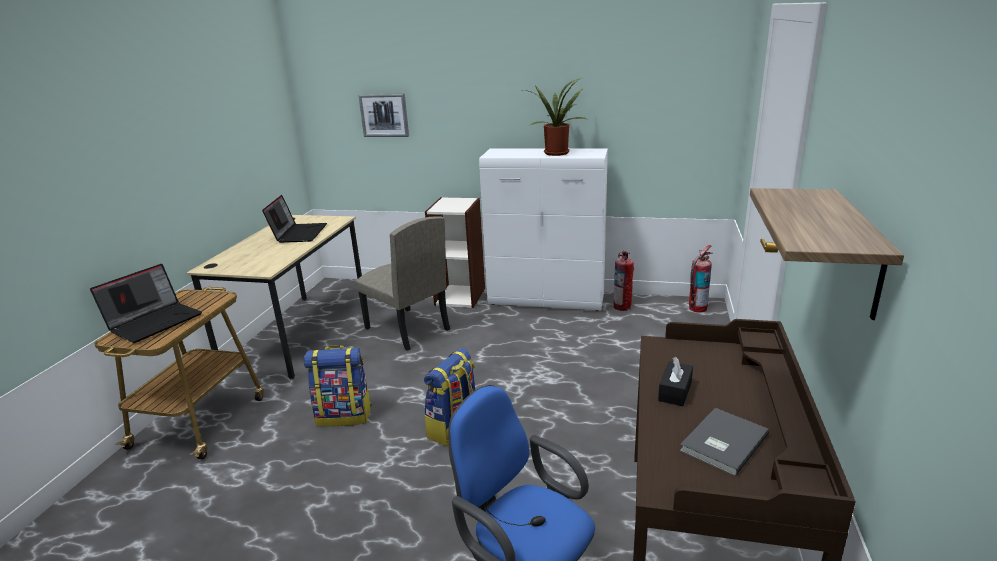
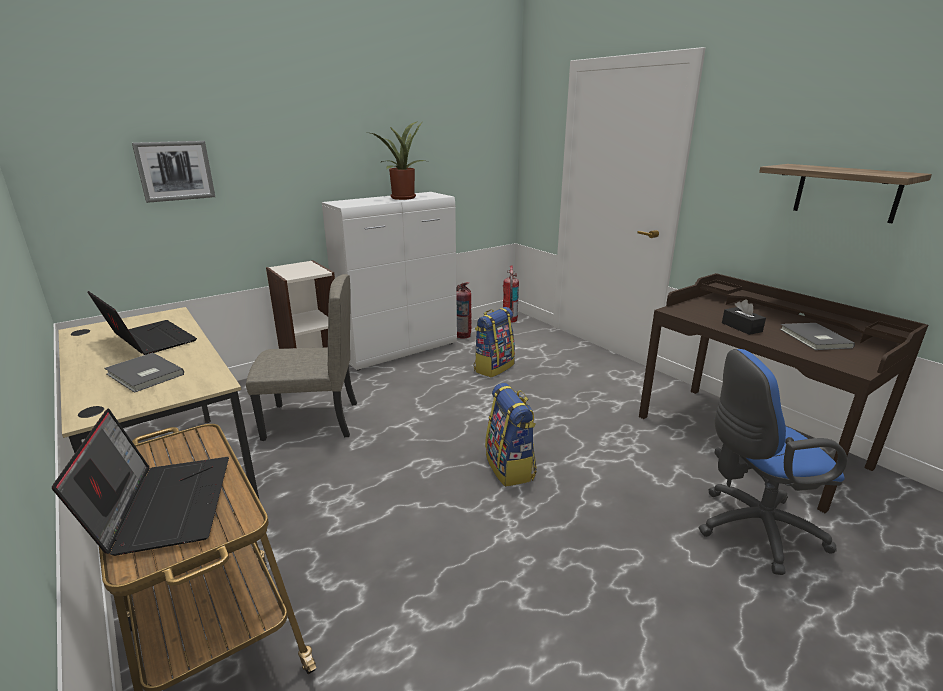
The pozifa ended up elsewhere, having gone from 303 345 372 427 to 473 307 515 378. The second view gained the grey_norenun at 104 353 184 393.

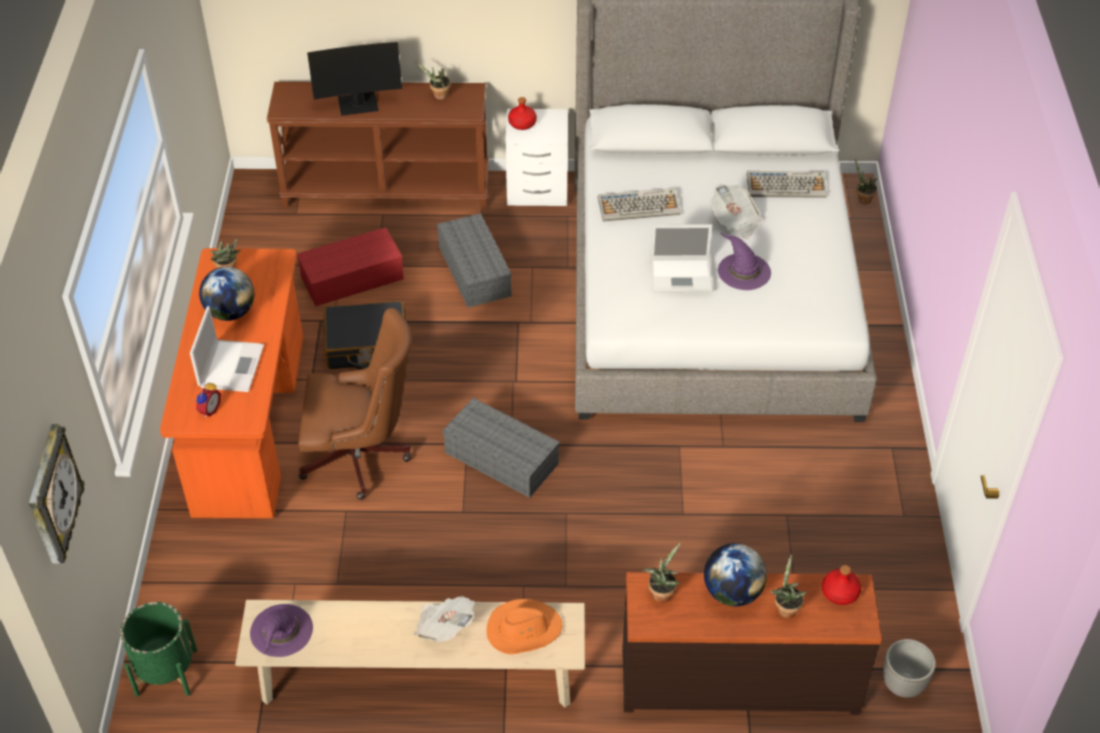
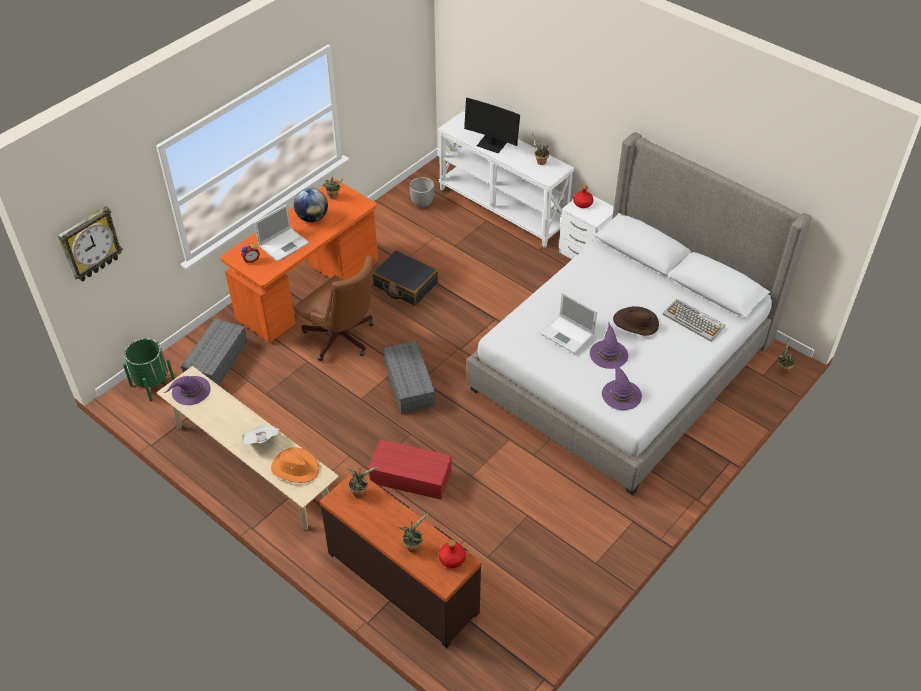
What was the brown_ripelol at 267 82 489 209 turned into the white_ripelol at 438 111 574 248. Where the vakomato stood at 710 184 762 239, the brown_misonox came to stand at 613 306 659 336. The second view lost the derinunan at 598 188 680 222. The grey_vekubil ended up elsewhere, having gone from 437 213 512 308 to 181 319 248 385. The red_vekubil ended up elsewhere, having gone from 297 227 404 306 to 368 439 452 500. The second view lost the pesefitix at 704 543 767 607. The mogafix ended up elsewhere, having gone from 883 639 936 698 to 409 177 434 208. The second view gained the purple_misonox at 602 362 642 410.

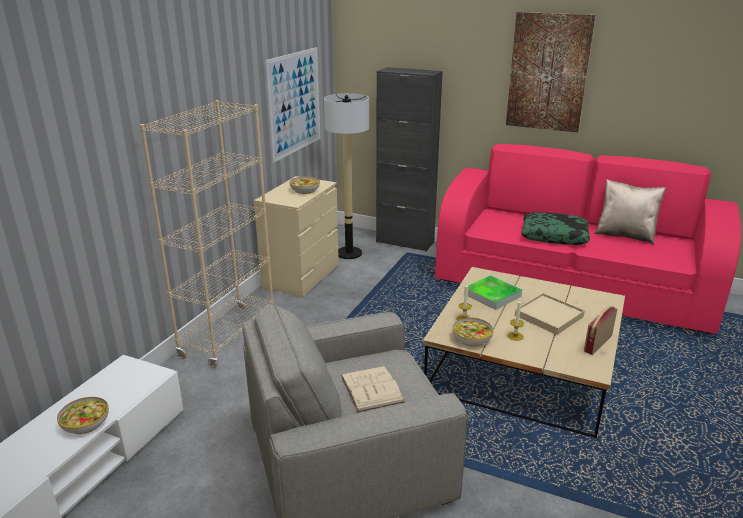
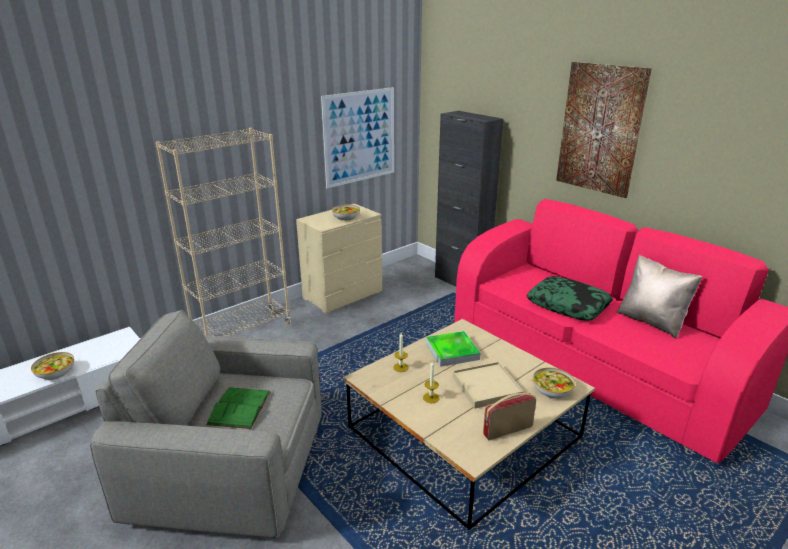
The second view lost the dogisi at 324 93 369 259. The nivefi ended up elsewhere, having gone from 453 318 493 346 to 533 368 575 399. What was the beige_norenun at 341 366 405 412 turned into the green_norenun at 206 388 271 429.

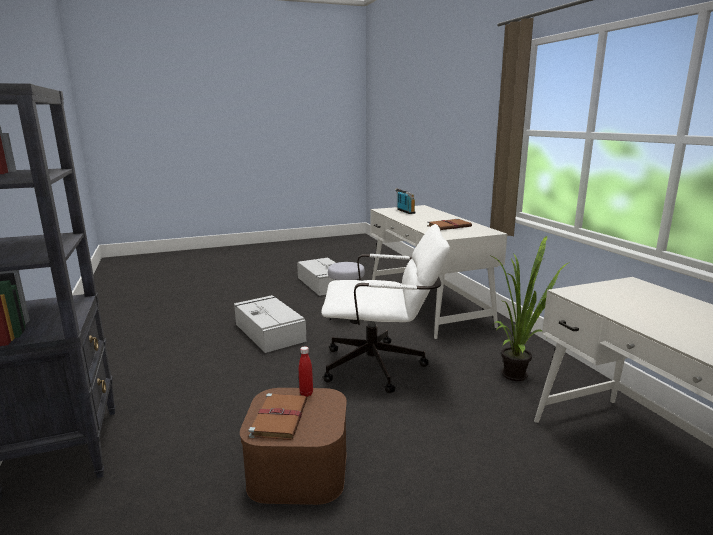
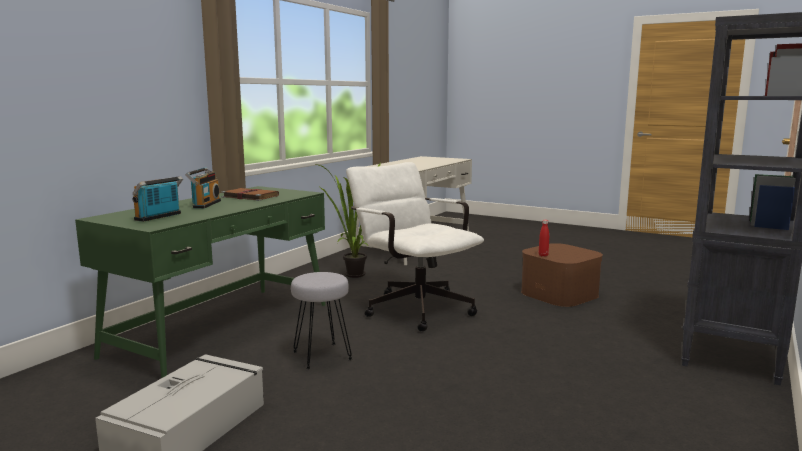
What was the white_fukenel at 371 205 507 339 turned into the green_fukenel at 75 186 326 378. The second view lost the grey_vekubil at 234 295 307 353. The second view lost the brown_norenun at 249 393 307 440. The second view gained the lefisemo at 185 167 221 208.

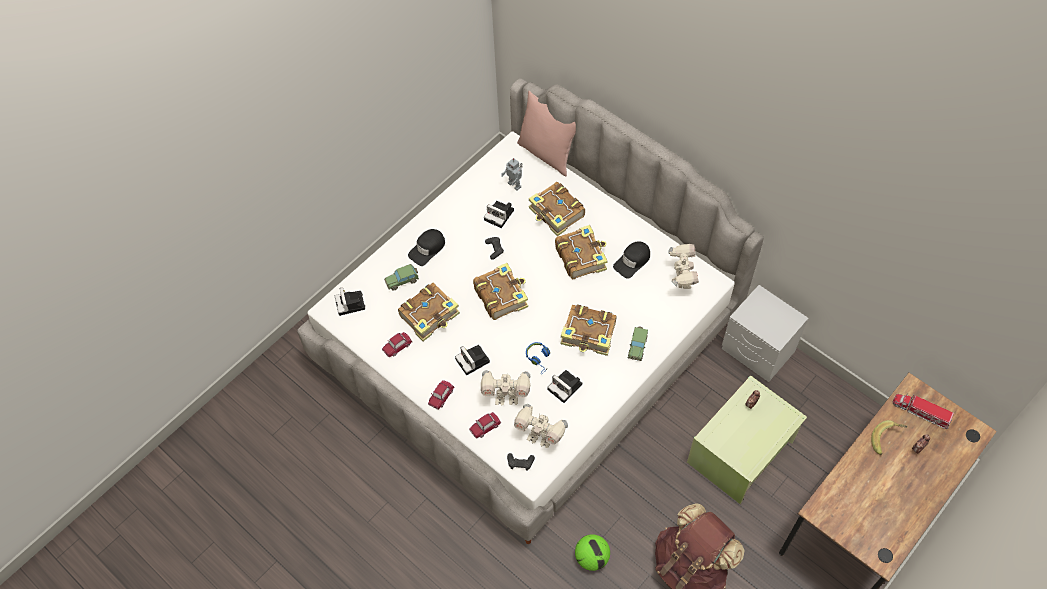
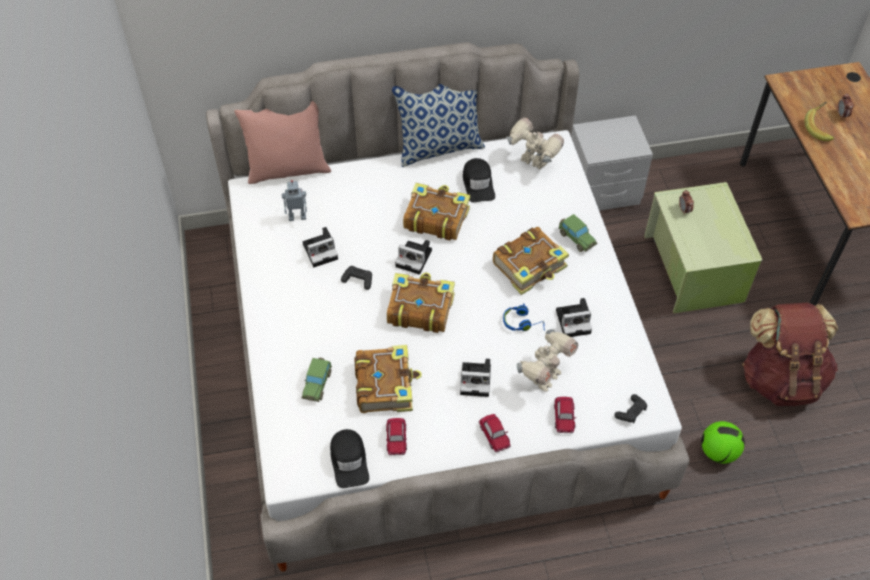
The second view lost the norenun at 529 182 585 236. The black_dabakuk ended up elsewhere, having gone from 408 229 445 266 to 330 429 369 488. The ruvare ended up elsewhere, having gone from 334 287 365 316 to 395 240 432 275. The second view lost the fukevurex at 893 393 954 429. The second view lost the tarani at 514 404 568 448. The second view gained the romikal at 392 84 485 167.

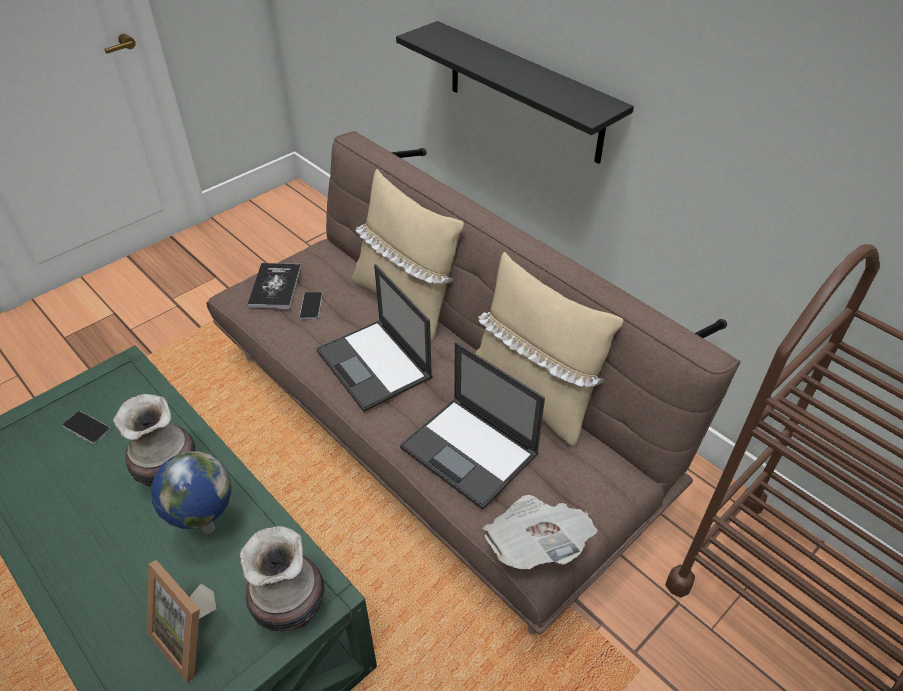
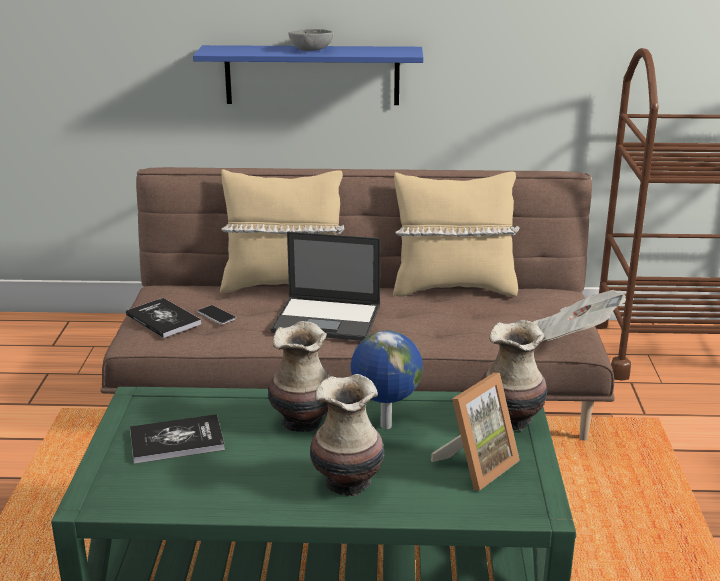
What was the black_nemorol at 396 21 634 164 turned into the blue_nemorol at 193 45 423 105. The second view lost the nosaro at 400 342 545 509. Where the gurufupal stood at 62 411 111 444, the norenun came to stand at 130 414 225 464. The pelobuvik at 147 560 216 683 ended up facing another way, 45 degrees counterclockwise from before. The second view gained the grey_nivefi at 288 29 333 51. The second view gained the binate at 310 374 384 496.

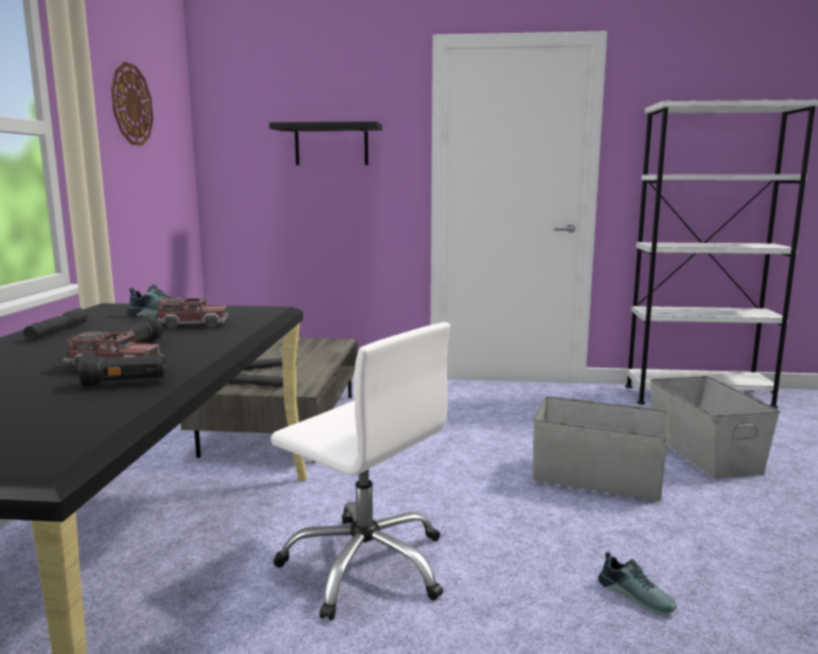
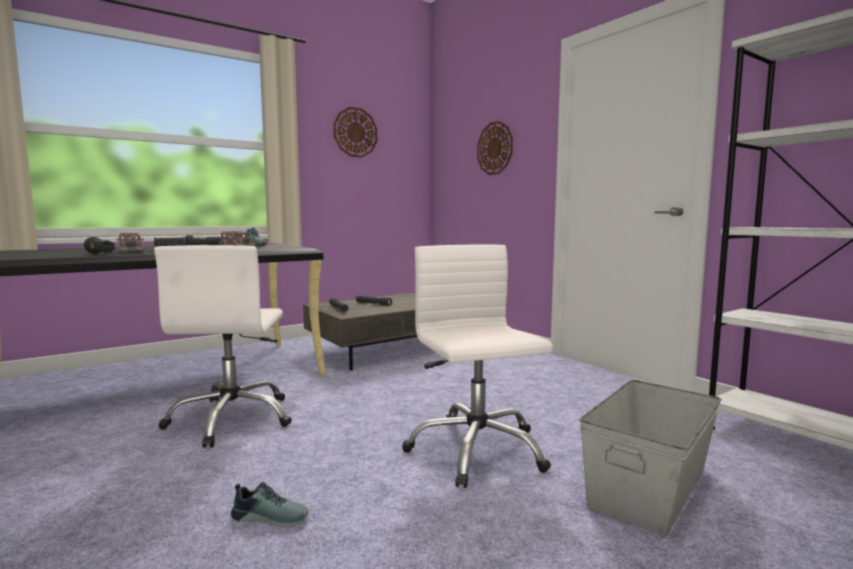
Where the black_nemorol hung at 269 121 382 165, the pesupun came to hang at 477 121 513 175. Where the grey_vekubil stood at 532 396 669 501, the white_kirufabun came to stand at 402 244 553 488. The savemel at 598 552 677 615 ended up facing another way, 90 degrees counterclockwise from before.

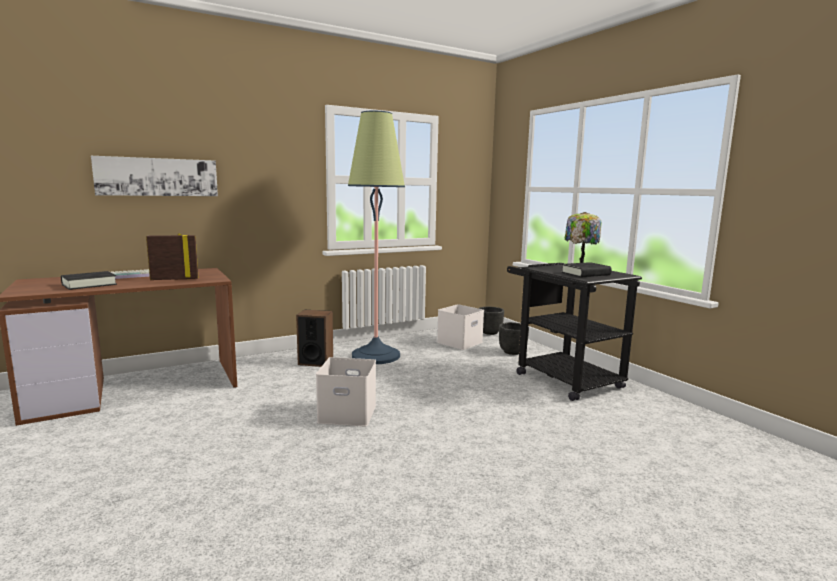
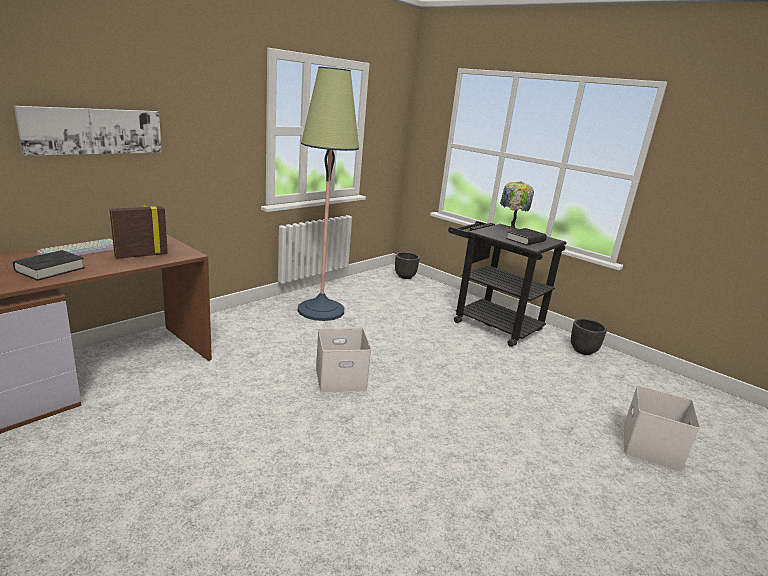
The white_vekubil ended up elsewhere, having gone from 437 304 484 350 to 623 385 700 473. The second view lost the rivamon at 296 310 333 367. The black_mogafix ended up elsewhere, having gone from 499 322 529 355 to 571 319 607 355.

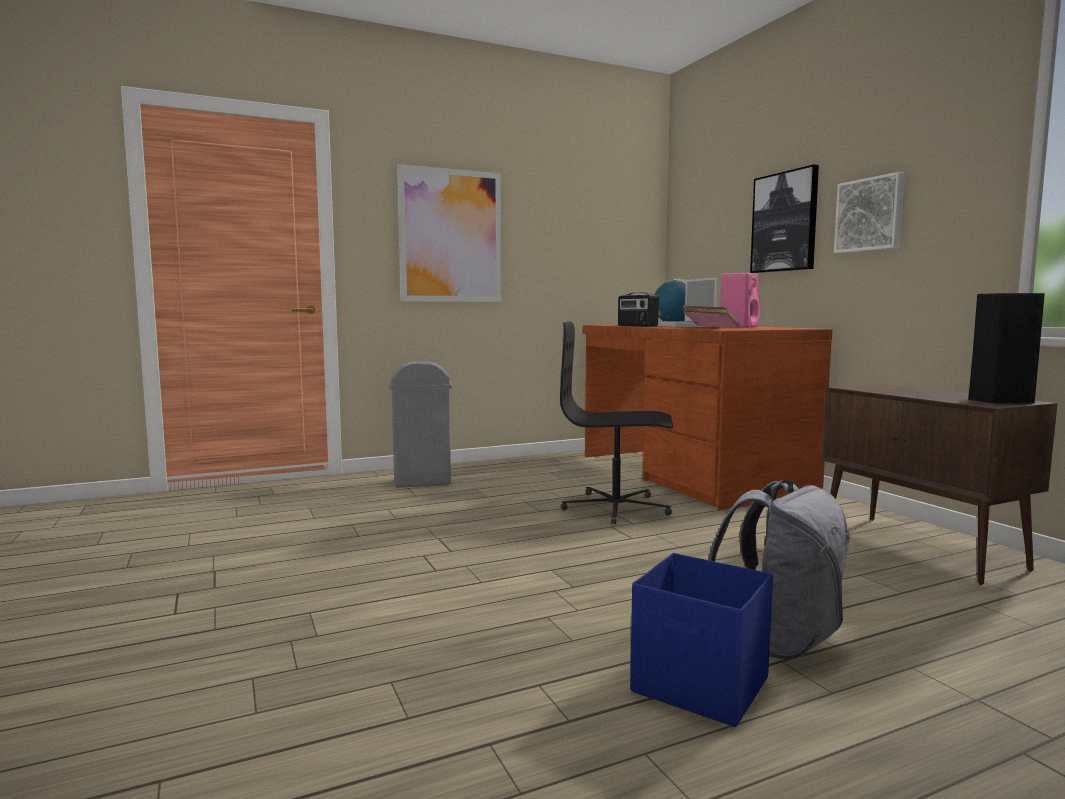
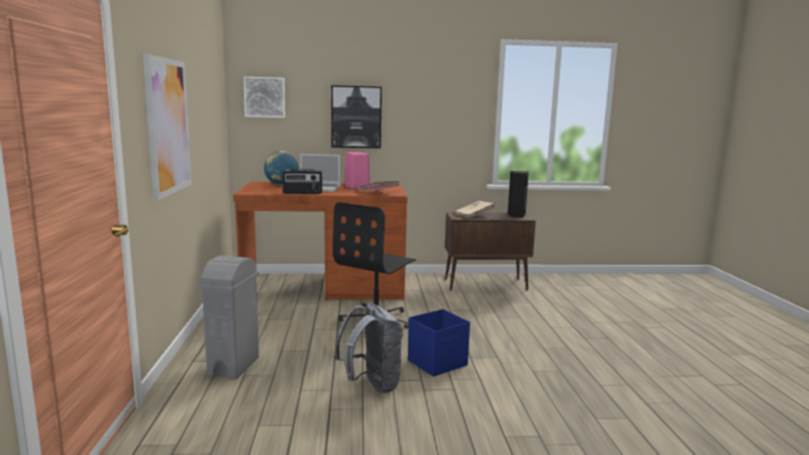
The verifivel ended up elsewhere, having gone from 834 172 905 253 to 244 77 285 118. The grey_pozifa ended up elsewhere, having gone from 708 479 851 660 to 335 303 403 393. The blue_vekubil ended up elsewhere, having gone from 630 553 773 727 to 408 309 470 377. The second view gained the beige_norenun at 455 201 495 218.

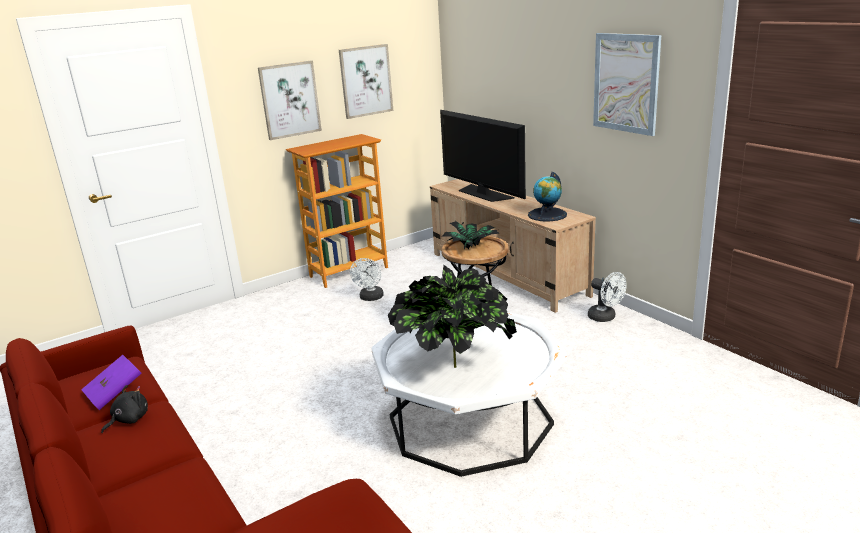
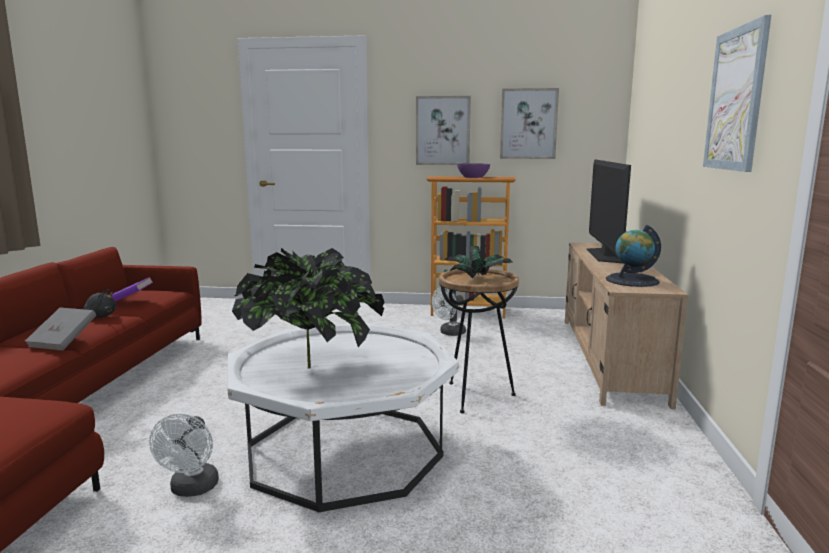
The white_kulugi ended up elsewhere, having gone from 588 272 627 322 to 149 414 219 497. The second view gained the purple_nivefi at 457 163 490 178. The second view gained the grey_norenun at 25 307 96 351.

